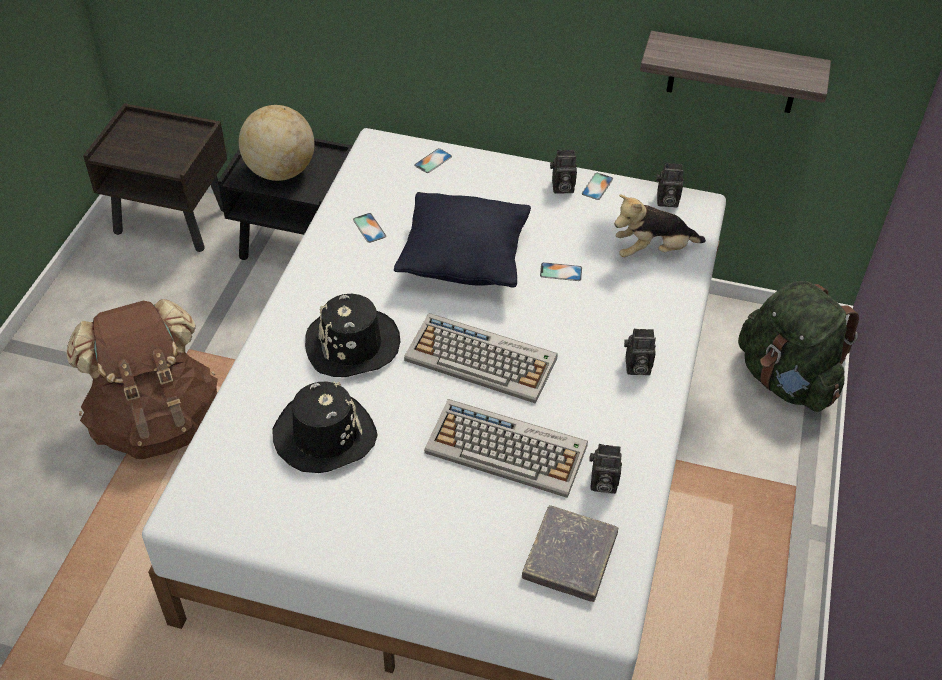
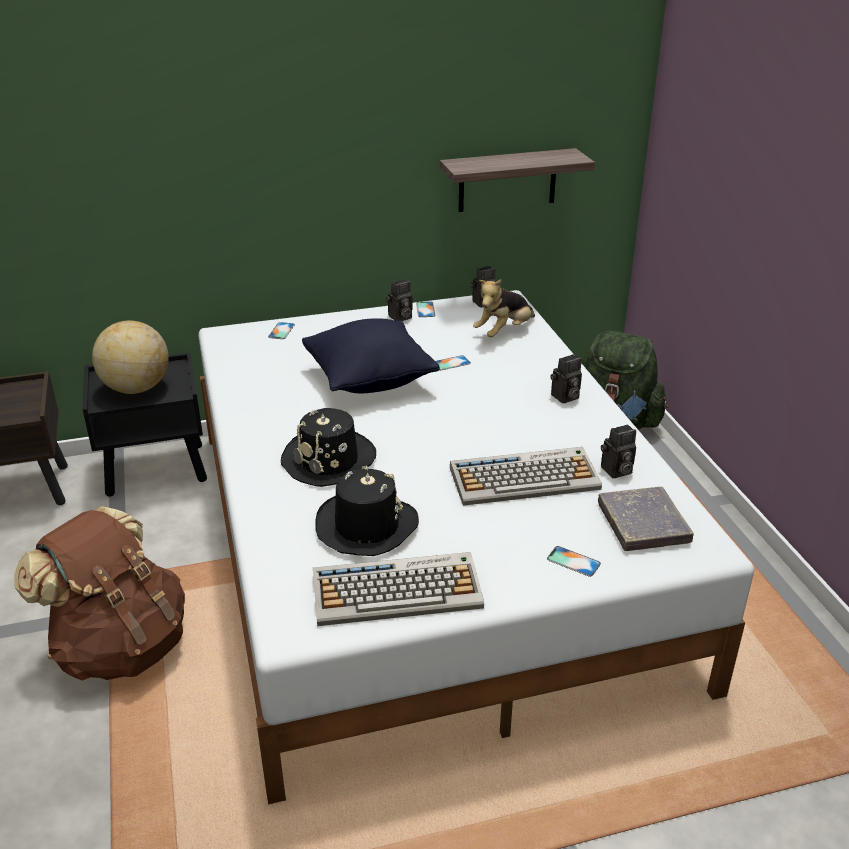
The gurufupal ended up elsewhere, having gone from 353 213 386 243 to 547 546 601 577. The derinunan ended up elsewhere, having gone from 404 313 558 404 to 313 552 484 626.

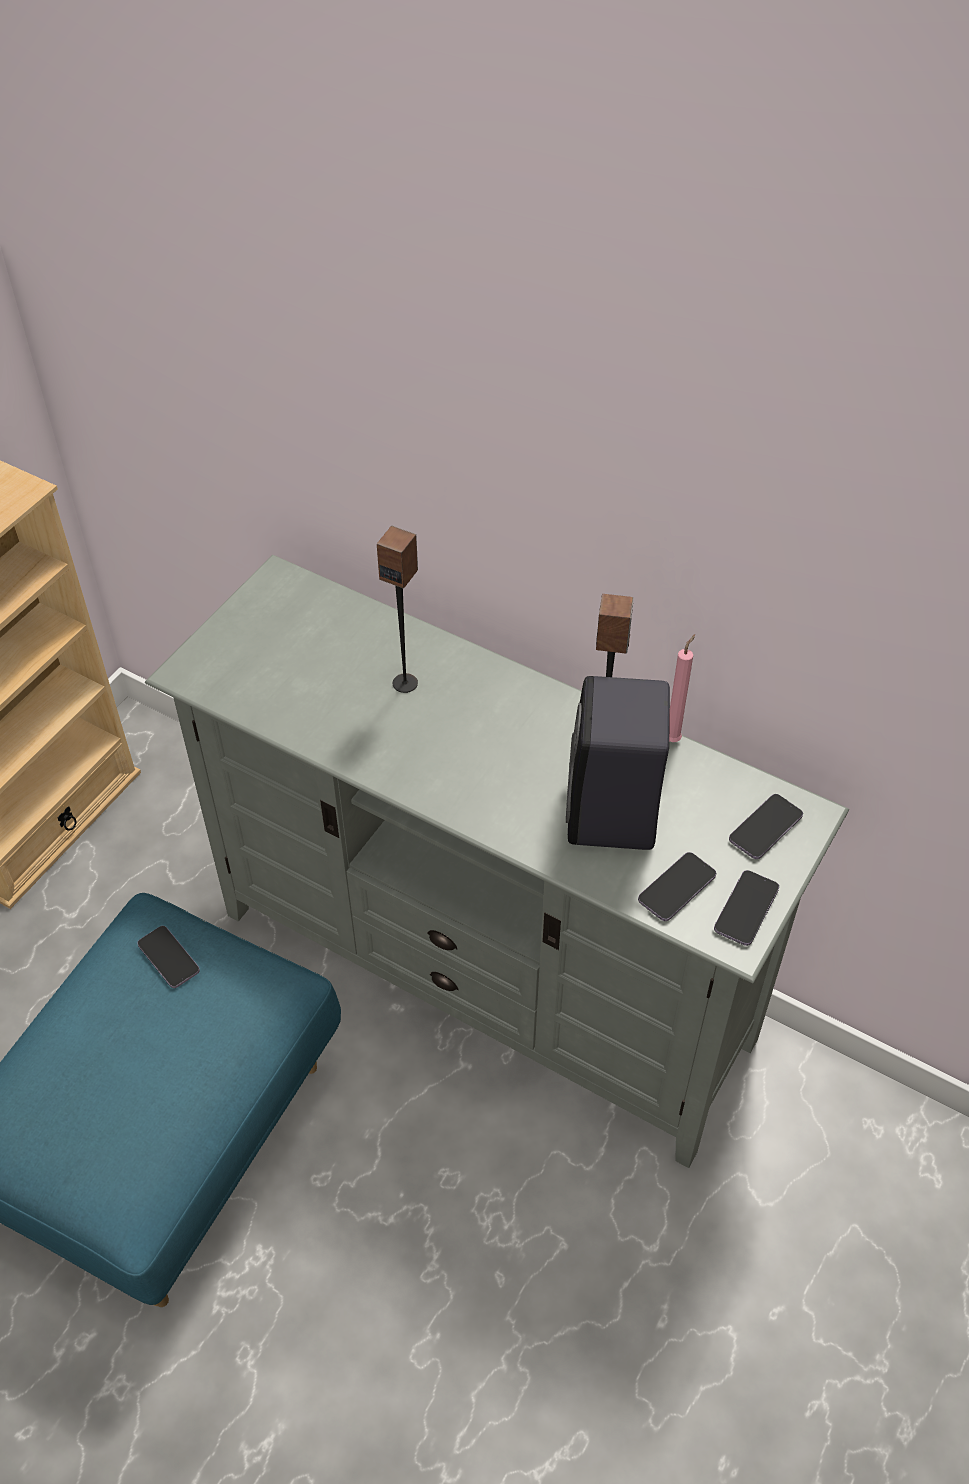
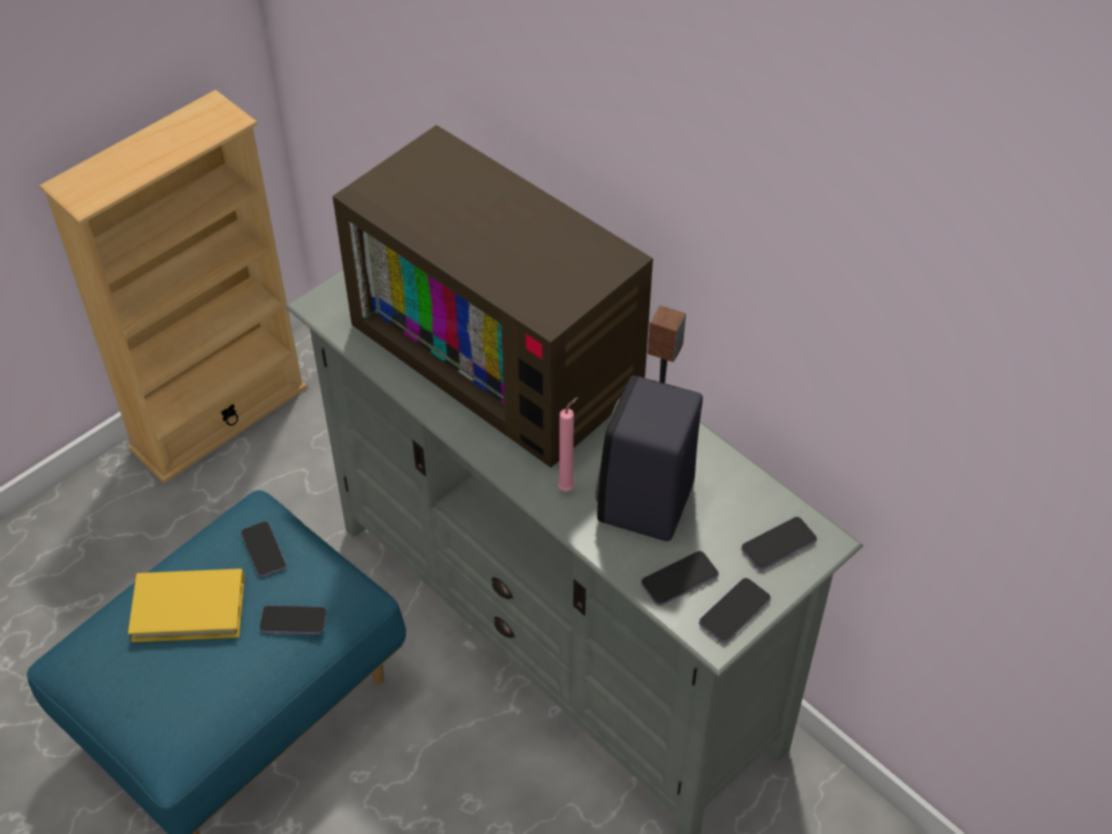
Where the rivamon stood at 377 526 418 693, the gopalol came to stand at 332 125 653 468. The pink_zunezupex ended up elsewhere, having gone from 669 634 695 742 to 558 397 578 491. The second view gained the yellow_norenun at 128 569 245 642. The second view gained the gurufupal at 260 605 326 634.

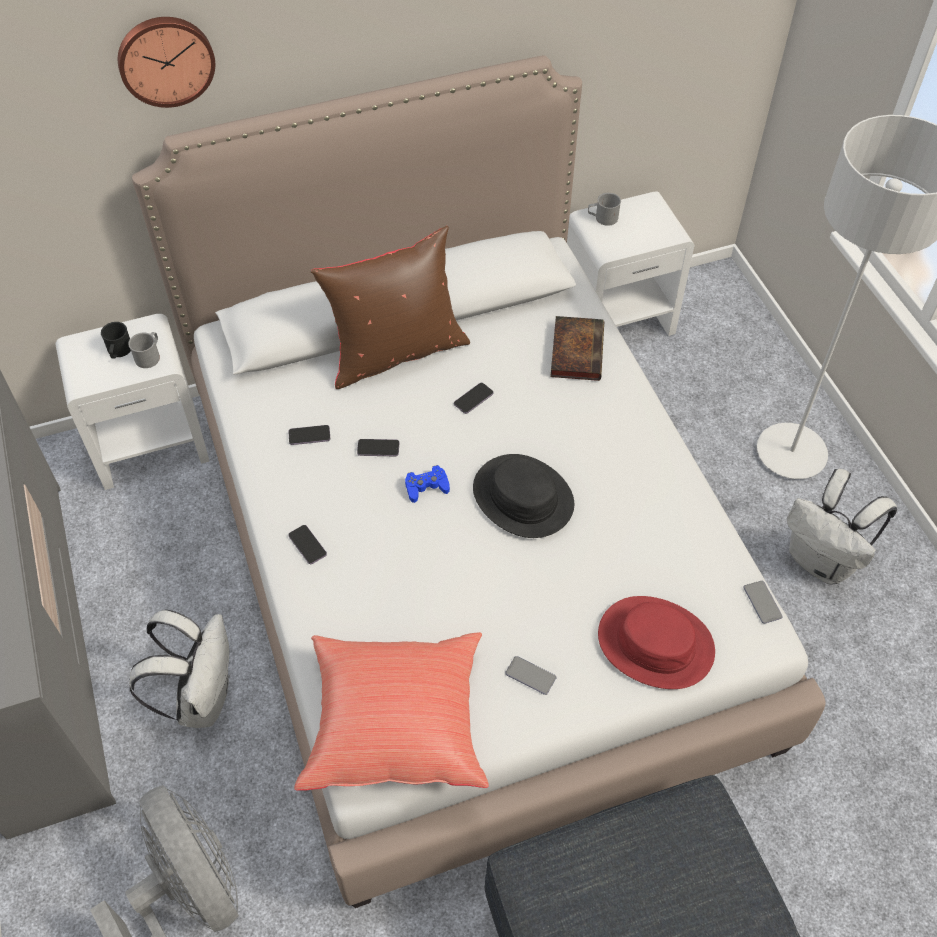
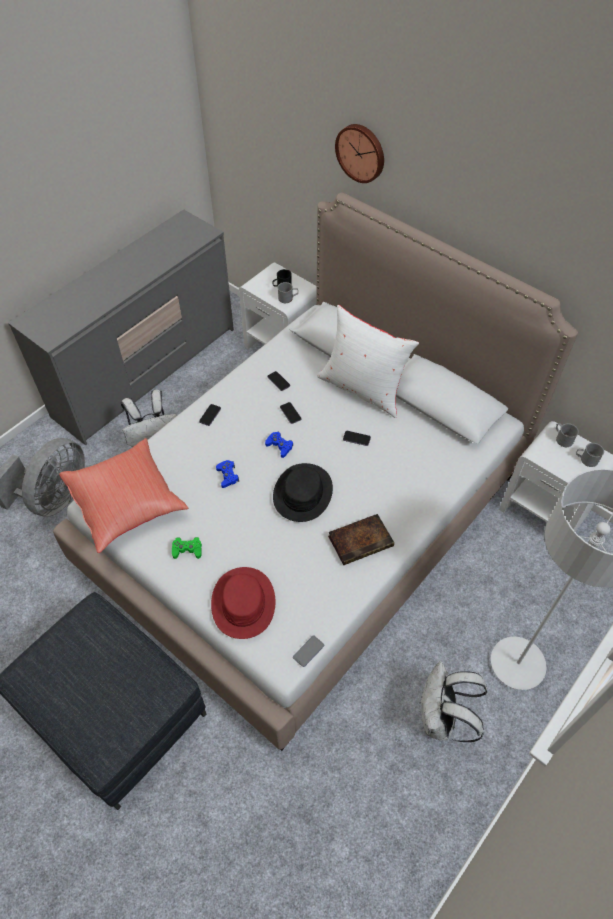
What was the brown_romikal at 311 226 470 389 turned into the white_romikal at 317 305 419 418. The norenun ended up elsewhere, having gone from 550 316 604 381 to 328 514 394 565. Where the gurufupal stood at 505 656 557 695, the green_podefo came to stand at 172 537 202 559. The second view gained the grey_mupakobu at 576 443 604 467. The second view gained the blue_podefo at 216 460 239 488.

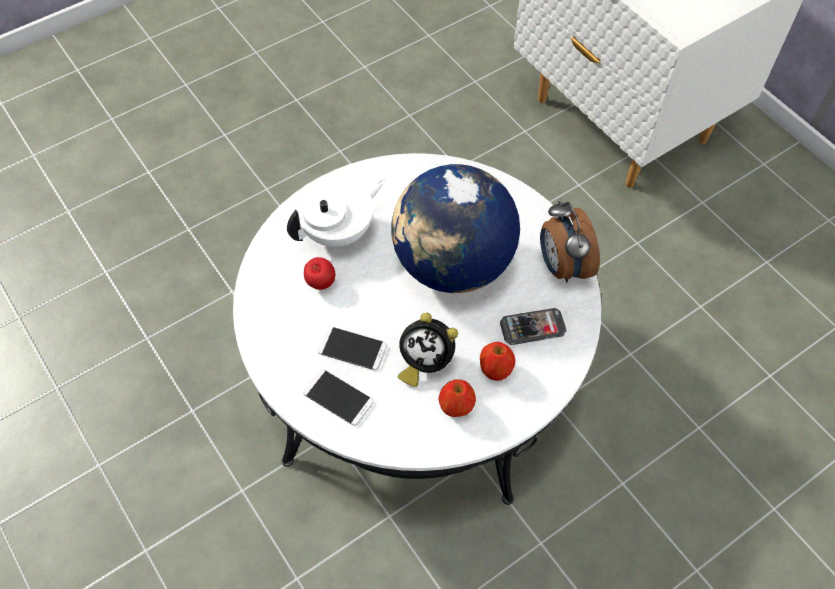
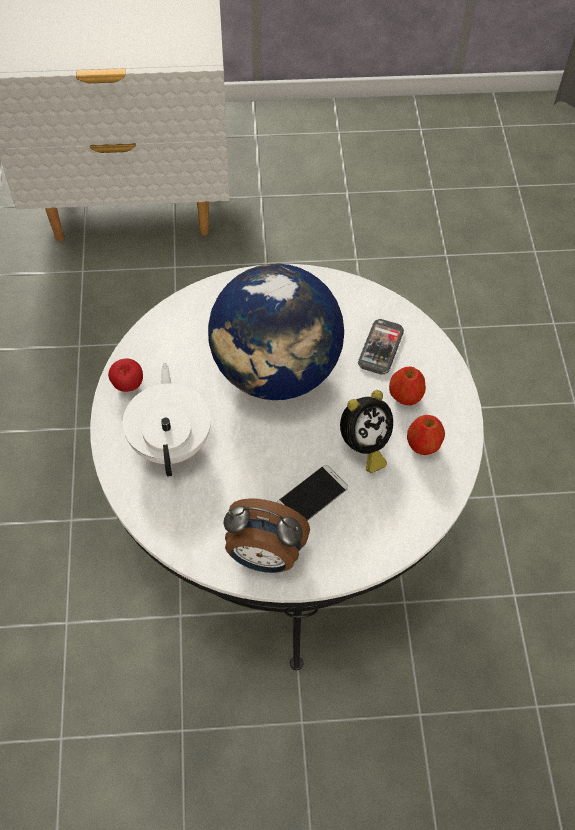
The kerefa ended up elsewhere, having gone from 540 199 600 282 to 223 498 310 573. The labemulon ended up elsewhere, having gone from 304 257 335 290 to 108 359 143 392. The second view lost the gurufupal at 303 369 374 426.

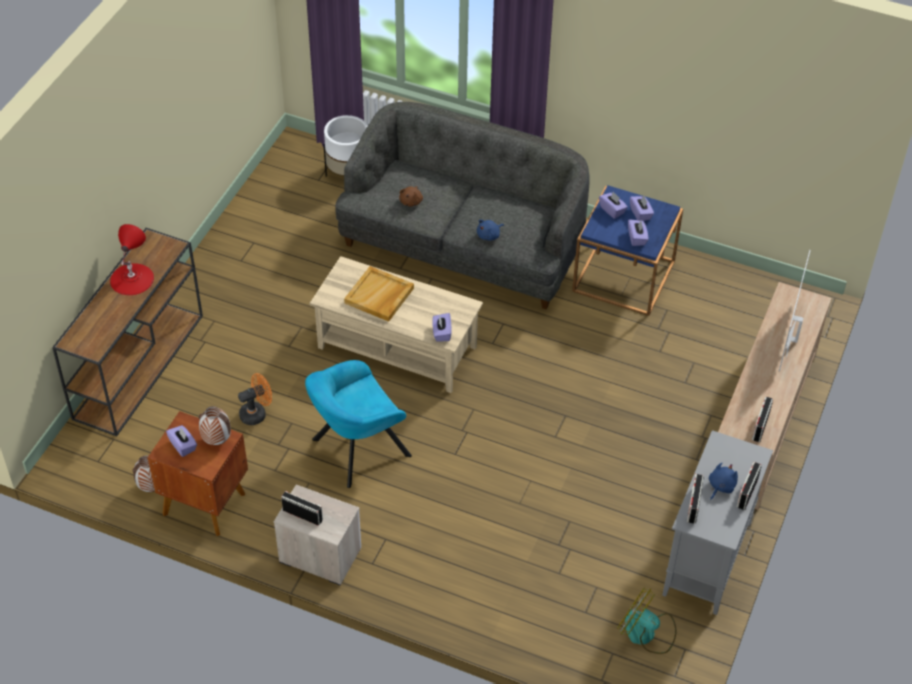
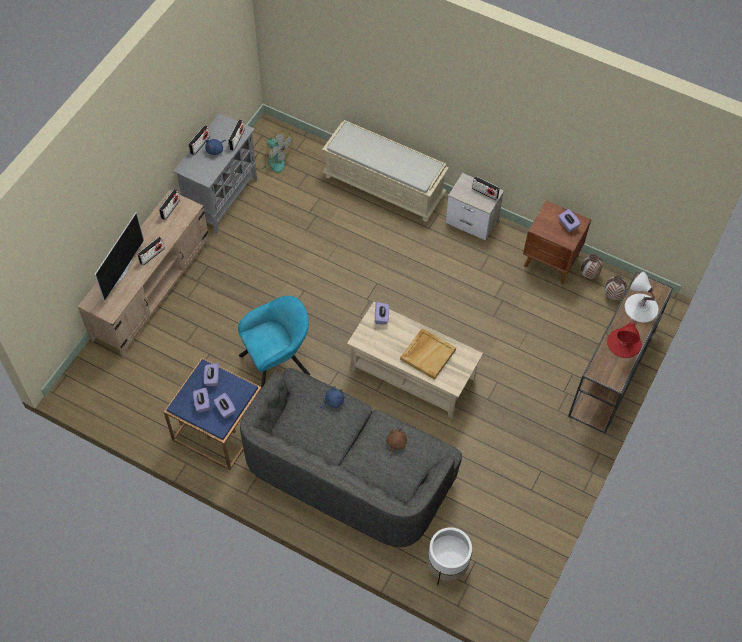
The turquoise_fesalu ended up elsewhere, having gone from 305 360 412 488 to 238 296 310 388. The second view lost the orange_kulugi at 238 373 272 425. The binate ended up elsewhere, having gone from 199 406 231 445 to 605 276 627 300. The second view gained the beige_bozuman at 322 120 449 222. The second view gained the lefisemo at 137 237 165 266. The second view gained the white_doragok at 625 271 659 322.

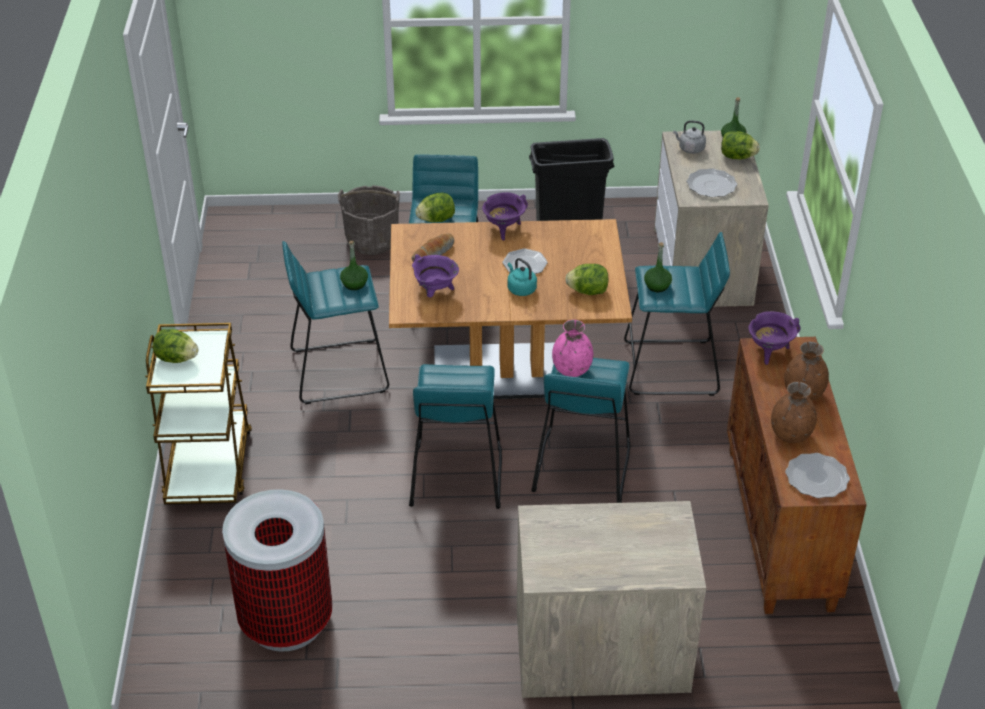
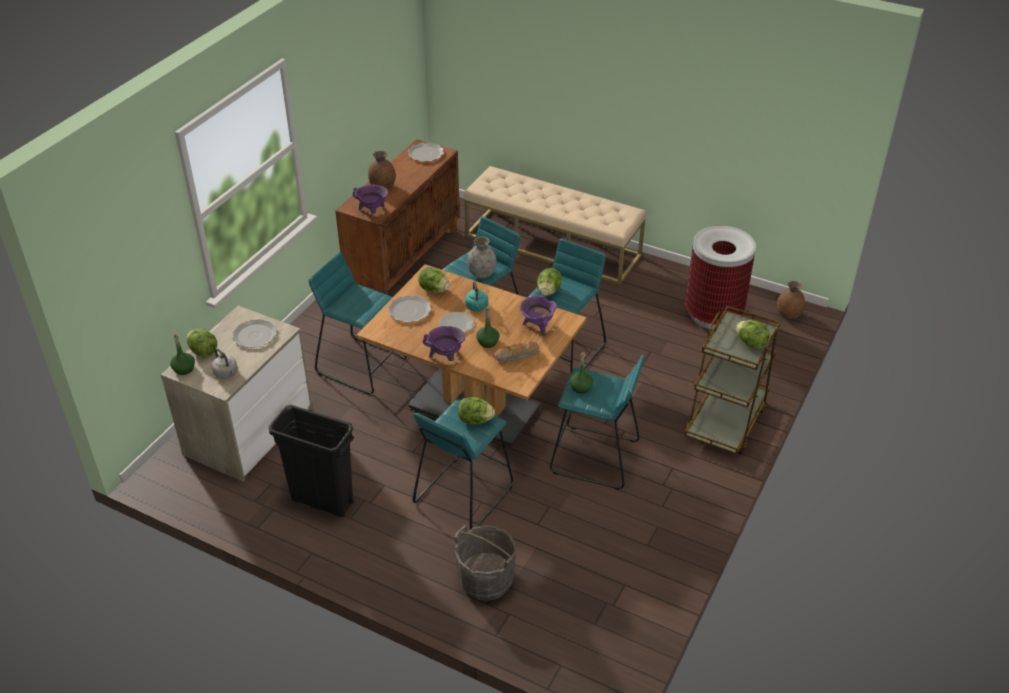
The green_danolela ended up elsewhere, having gone from 644 242 672 292 to 476 307 500 348. What was the pink_binate at 552 320 593 377 turned into the grey_binate at 467 237 497 278. The brown_binate ended up elsewhere, having gone from 771 382 817 443 to 777 281 805 319. Where the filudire stood at 517 501 706 698, the beige_bozuman came to stand at 464 166 646 284. The second view gained the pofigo at 537 268 562 296. The second view gained the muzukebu at 388 295 431 323.

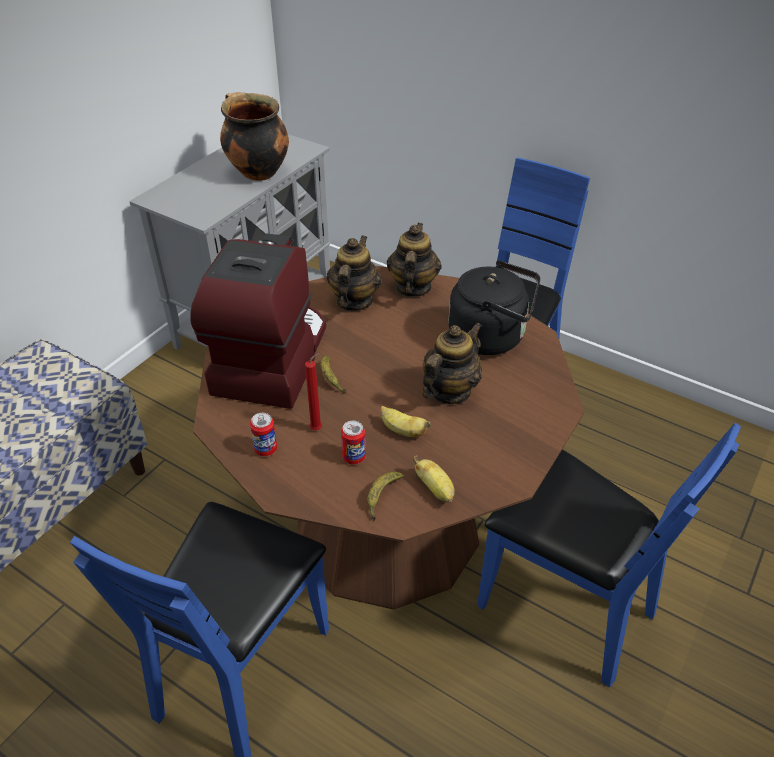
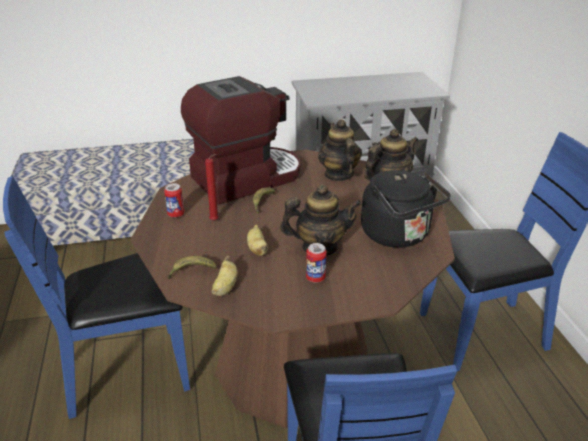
The second view lost the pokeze at 220 92 289 181. The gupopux at 327 235 381 311 ended up facing another way, 75 degrees counterclockwise from before. The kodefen ended up elsewhere, having gone from 341 421 366 465 to 306 243 327 282.

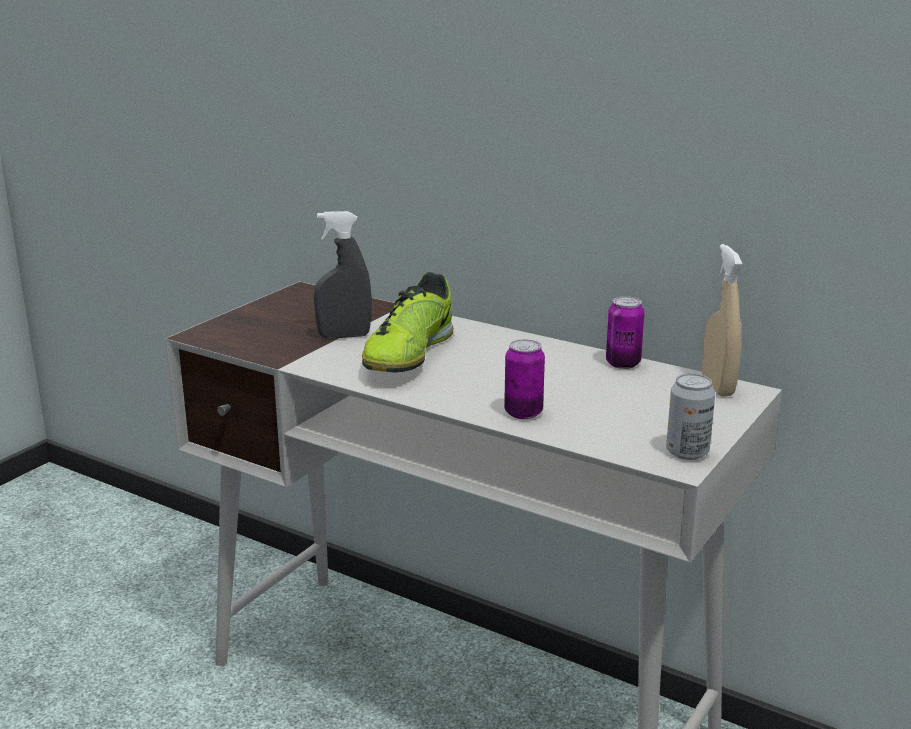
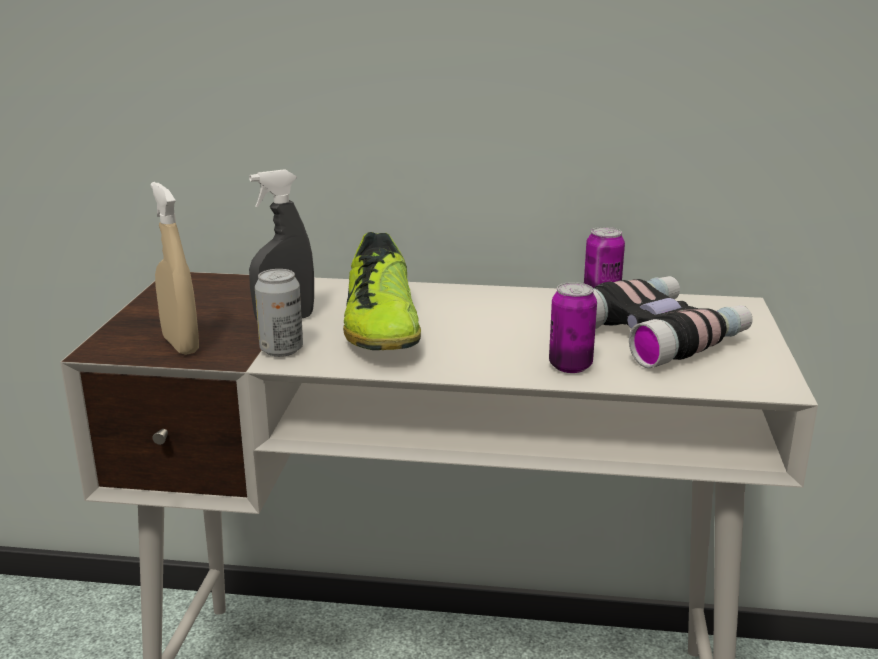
The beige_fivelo ended up elsewhere, having gone from 702 244 742 397 to 150 182 199 355. The kodefen ended up elsewhere, having gone from 666 373 715 460 to 255 269 303 357. The second view gained the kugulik at 593 276 752 368.

